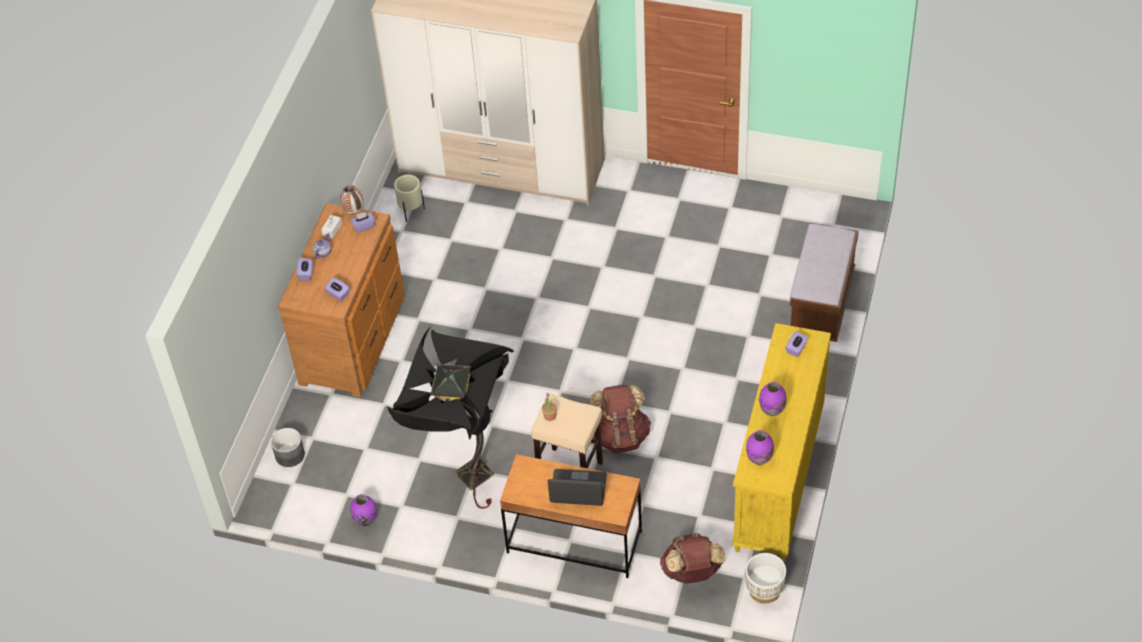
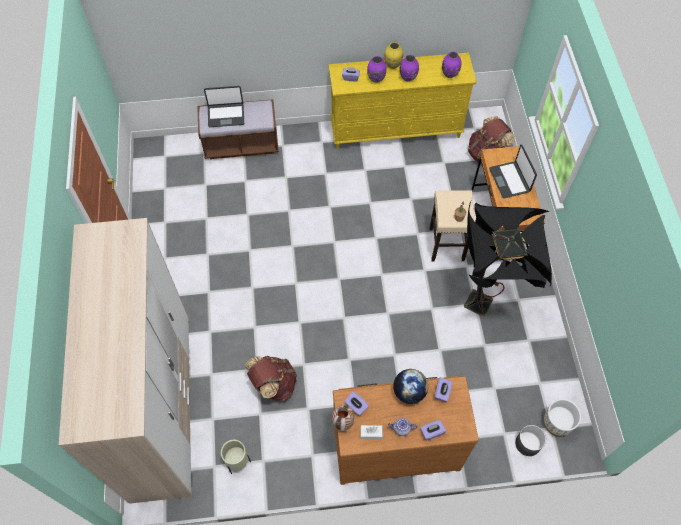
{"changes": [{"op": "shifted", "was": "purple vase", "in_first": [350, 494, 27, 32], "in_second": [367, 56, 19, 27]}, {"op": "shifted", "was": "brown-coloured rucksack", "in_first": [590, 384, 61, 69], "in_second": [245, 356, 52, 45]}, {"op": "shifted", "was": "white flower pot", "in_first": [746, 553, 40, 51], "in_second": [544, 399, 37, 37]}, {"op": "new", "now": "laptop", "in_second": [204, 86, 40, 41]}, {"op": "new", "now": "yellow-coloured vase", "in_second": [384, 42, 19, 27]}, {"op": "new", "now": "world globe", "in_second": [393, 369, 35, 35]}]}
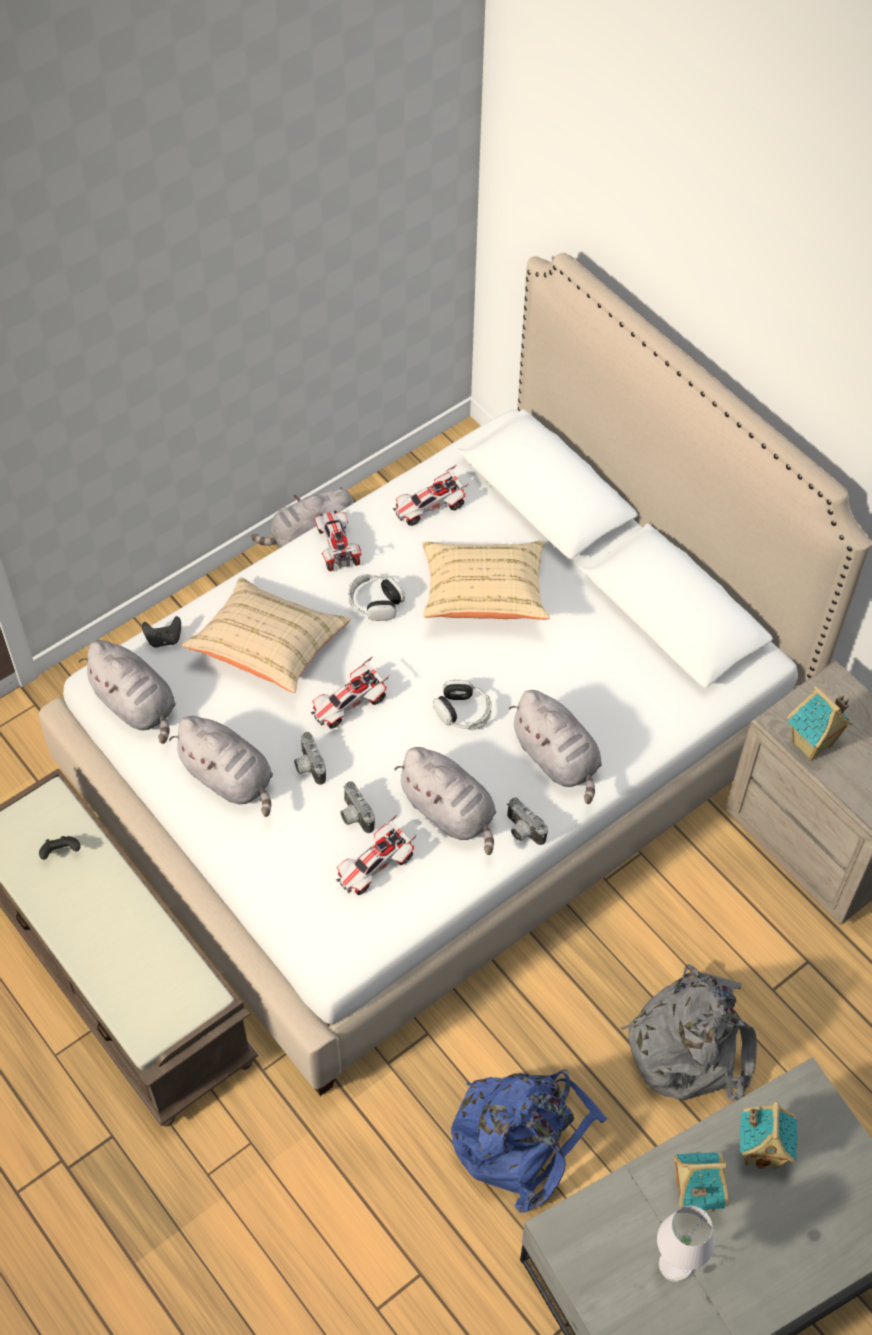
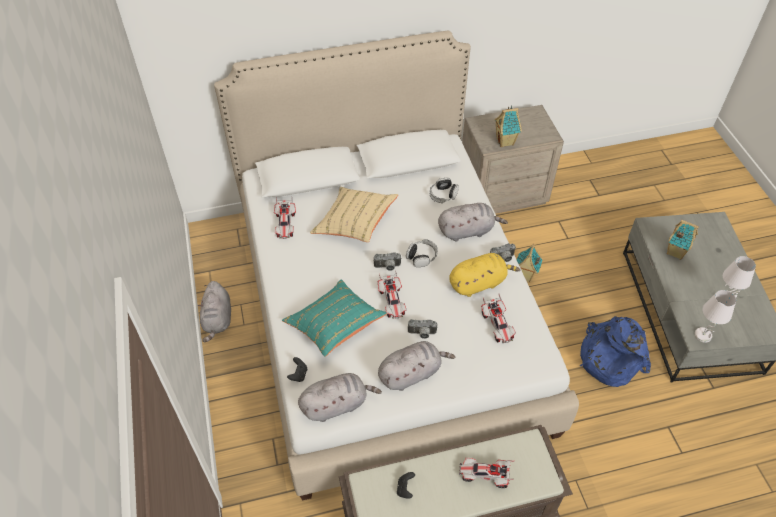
{"changes": [{"op": "repainted", "was": "beige cushion", "now": "turquoise cushion", "in_first": [182, 577, 169, 116], "in_second": [282, 280, 105, 77]}, {"op": "shifted", "was": "model car", "in_first": [314, 510, 48, 61], "in_second": [459, 458, 55, 30]}, {"op": "shifted", "was": "photo camera", "in_first": [340, 781, 35, 52], "in_second": [374, 253, 28, 18]}, {"op": "shifted", "was": "pair of headphones", "in_first": [348, 574, 57, 47], "in_second": [430, 178, 29, 25]}, {"op": "repainted", "was": "gray plush toy", "now": "yellow-coloured plush toy", "in_first": [394, 747, 102, 108], "in_second": [449, 253, 72, 44]}, {"op": "gone", "was": "gray rucksack", "in_first": [620, 965, 137, 137]}, {"op": "shifted", "was": "model house", "in_first": [673, 1152, 56, 60], "in_second": [517, 244, 25, 39]}, {"op": "new", "now": "white lamp for a table", "in_second": [695, 290, 41, 53]}]}
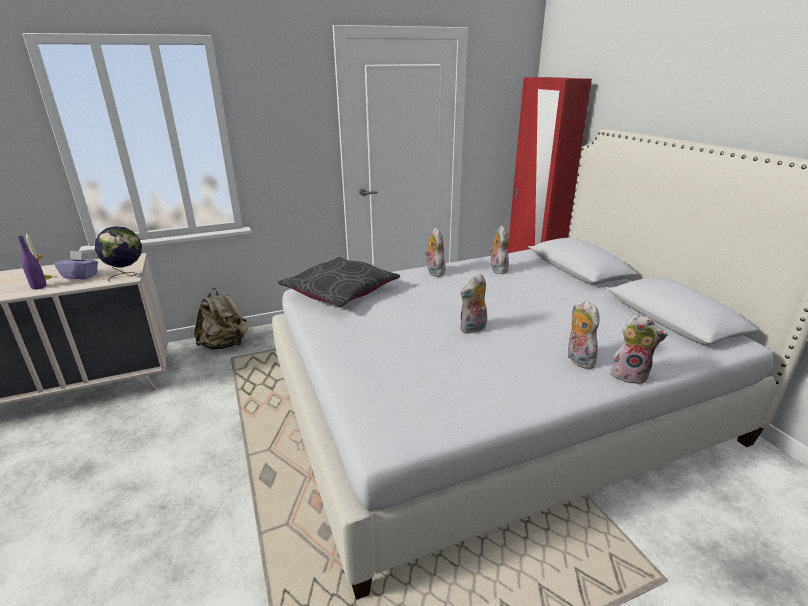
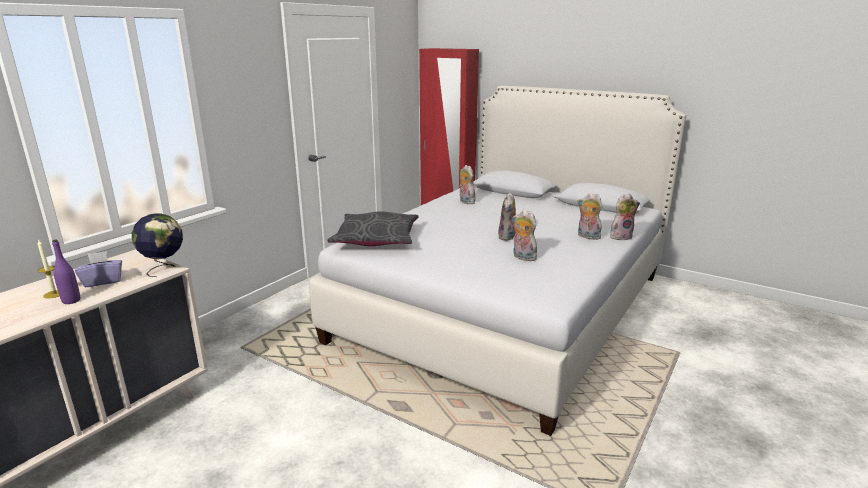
{"changes": [{"op": "gone", "was": "beige rucksack", "in_first": [194, 288, 54, 62]}, {"op": "shifted", "was": "plush toy", "in_first": [425, 228, 21, 49], "in_second": [512, 210, 25, 51]}]}
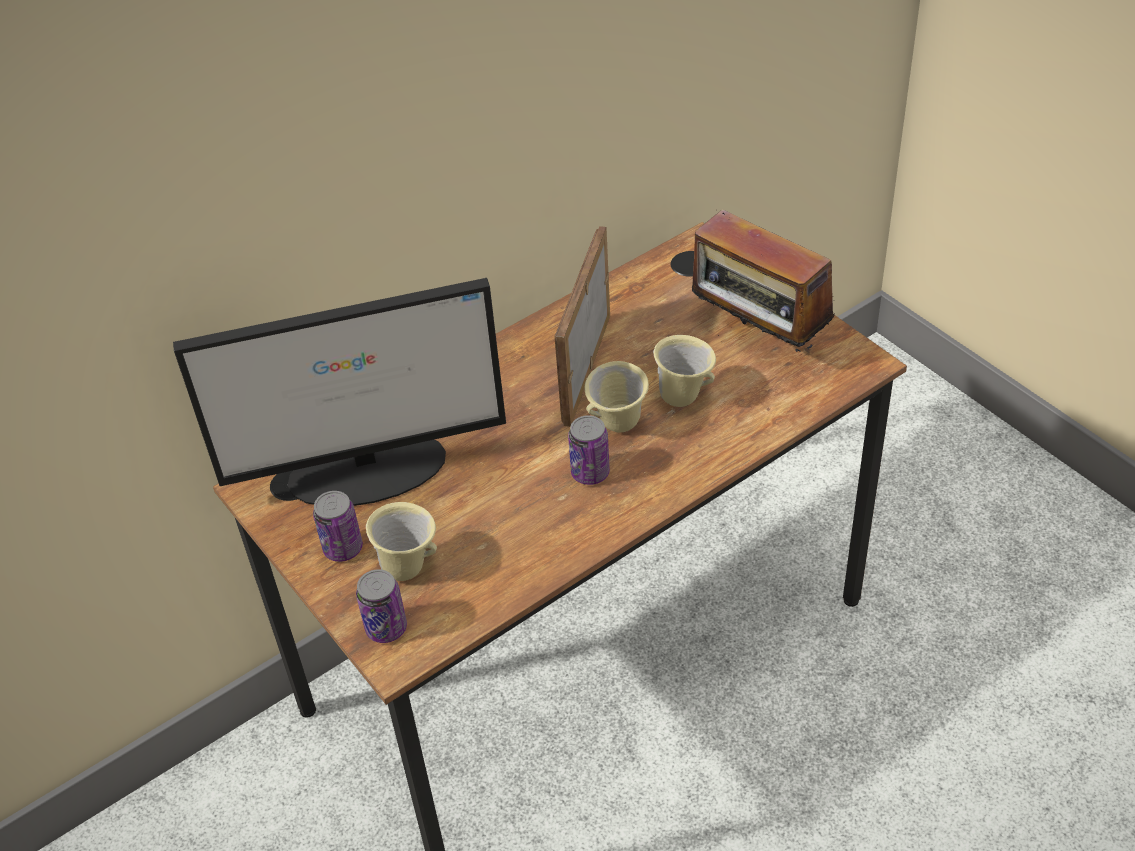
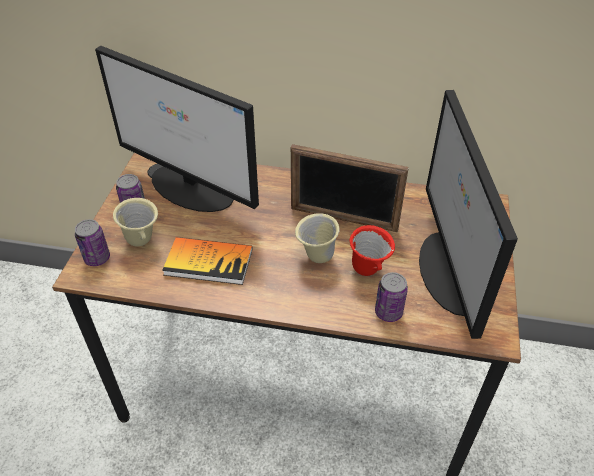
{"changes": [{"op": "rotated", "was": "picture frame", "in_first": [554, 226, 56, 201], "in_second": [291, 144, 118, 88], "clockwise": -135}, {"op": "shifted", "was": "can", "in_first": [568, 415, 42, 70], "in_second": [375, 272, 33, 50]}, {"op": "repainted", "was": "beige mug", "now": "reddish mug", "in_first": [653, 335, 63, 72], "in_second": [350, 225, 45, 51]}, {"op": "swapped", "was": "radio receiver", "now": "computer screen", "in_first": [692, 210, 143, 145], "in_second": [419, 90, 99, 249]}, {"op": "new", "now": "bound book", "in_second": [162, 237, 90, 48]}]}
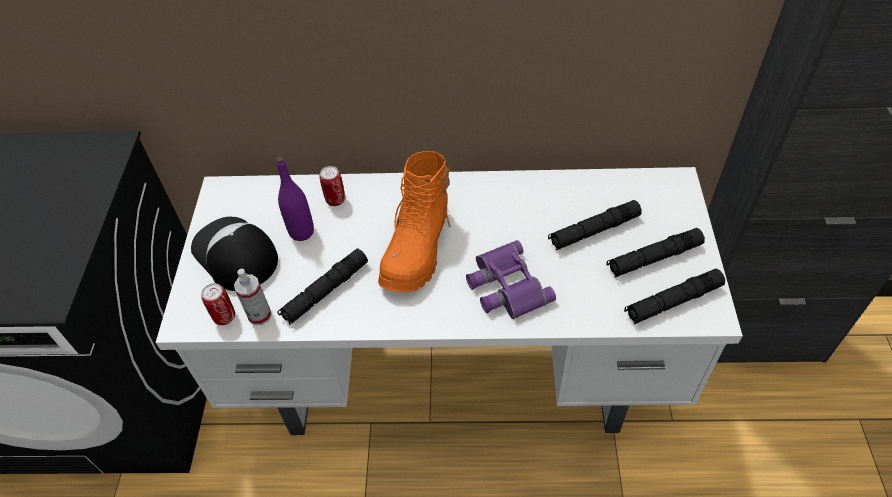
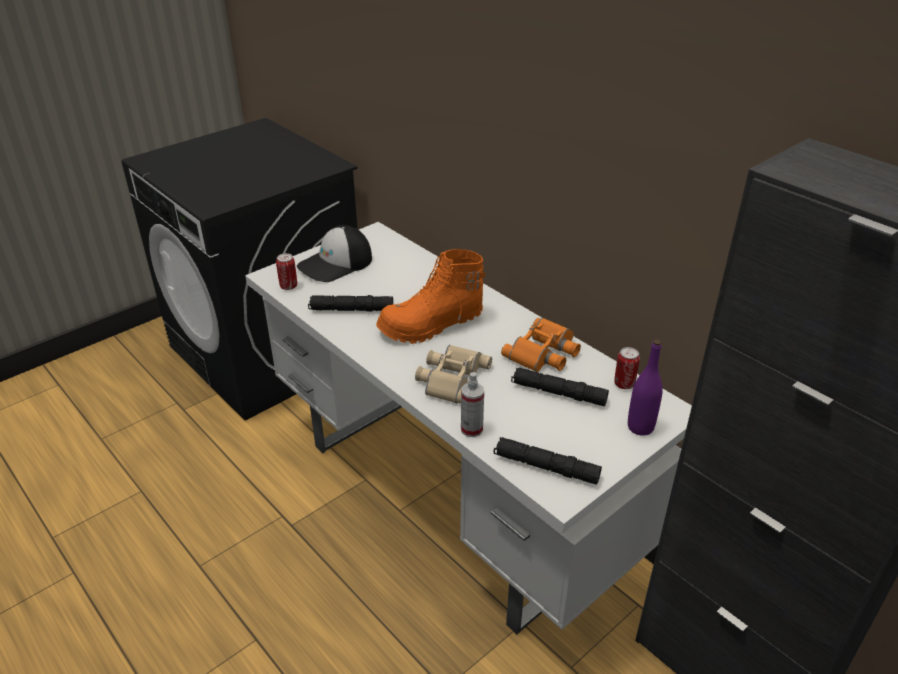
{"changes": [{"op": "rotated", "was": "baseball cap", "in_first": [191, 217, 87, 74], "in_second": [297, 225, 75, 57], "clockwise": -135}, {"op": "shifted", "was": "spray bottle", "in_first": [234, 268, 38, 57], "in_second": [461, 372, 23, 65]}, {"op": "shifted", "was": "purple bottle", "in_first": [276, 156, 38, 85], "in_second": [628, 339, 35, 97]}, {"op": "shifted", "was": "can", "in_first": [319, 166, 26, 40], "in_second": [614, 347, 26, 42]}, {"op": "repainted", "was": "purple field glasses", "now": "beige field glasses", "in_first": [466, 240, 90, 79], "in_second": [415, 345, 77, 59]}, {"op": "gone", "was": "black-coloured torch", "in_first": [607, 228, 98, 49]}, {"op": "new", "now": "orange field glasses", "in_second": [501, 318, 80, 54]}]}
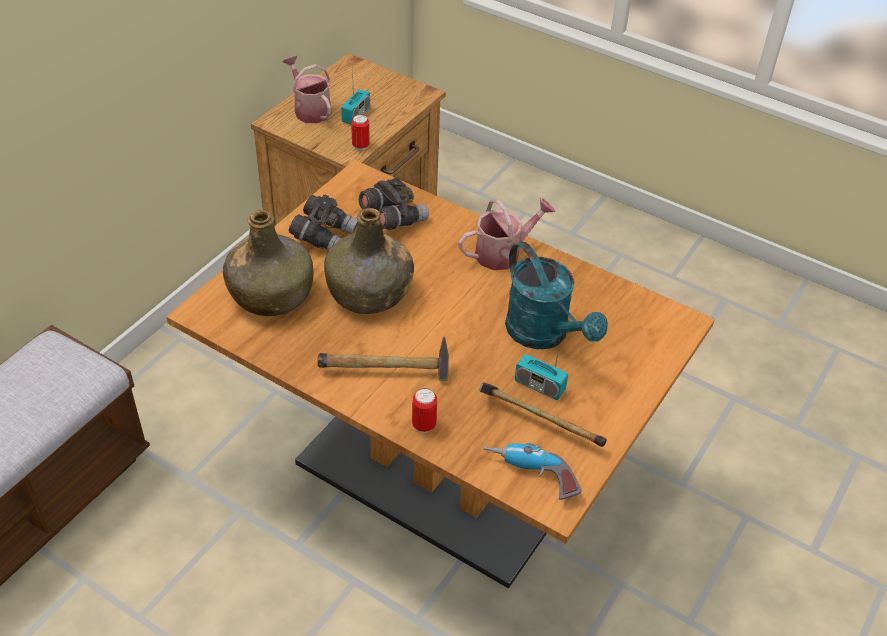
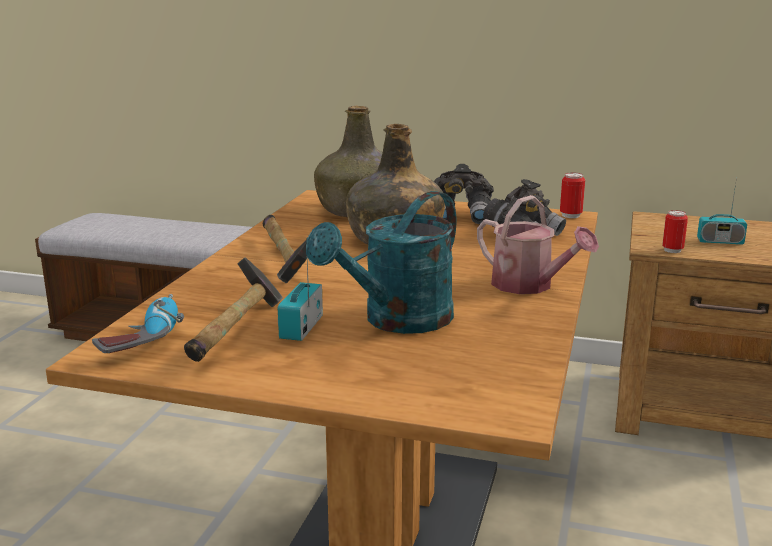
{"changes": [{"op": "gone", "was": "watering can", "in_first": [283, 55, 49, 68]}, {"op": "shifted", "was": "can", "in_first": [412, 388, 25, 45], "in_second": [560, 172, 25, 46]}]}
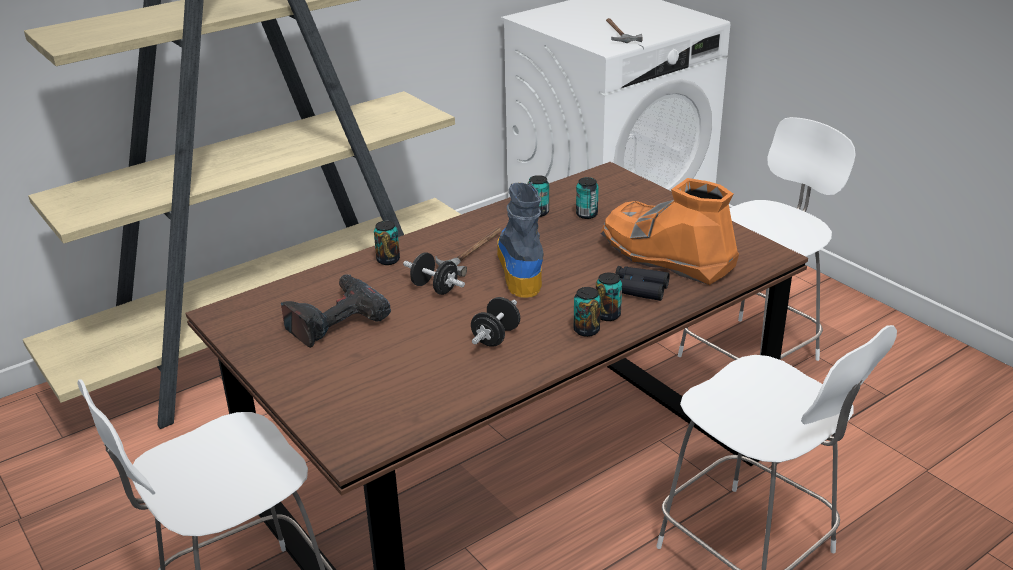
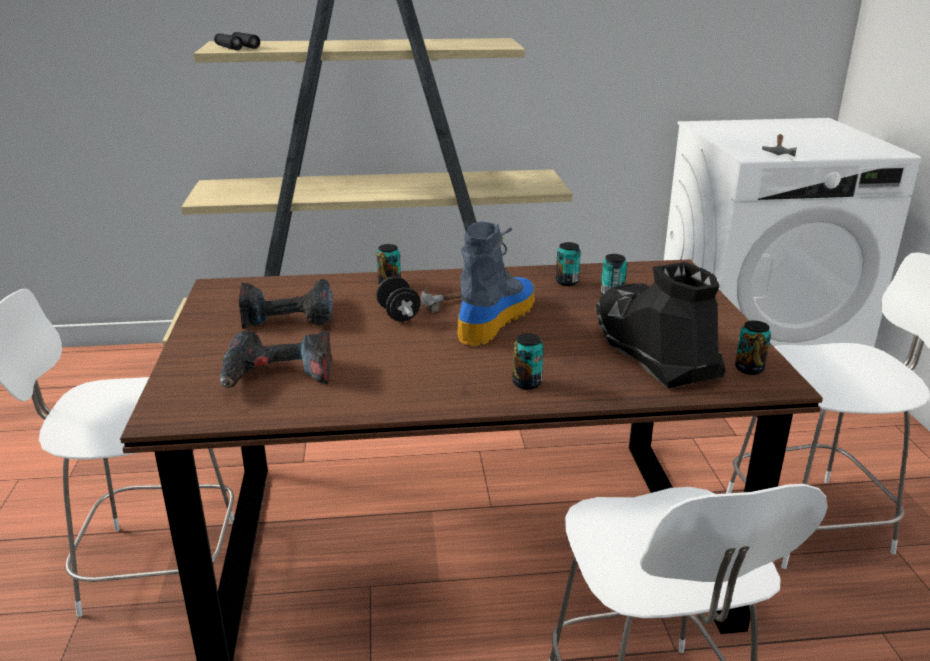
{"changes": [{"op": "gone", "was": "black-coloured hand weight", "in_first": [471, 297, 49, 50]}, {"op": "shifted", "was": "can", "in_first": [574, 287, 27, 50], "in_second": [735, 320, 36, 55]}, {"op": "repainted", "was": "orange high-top boot", "now": "black-coloured high-top boot", "in_first": [600, 178, 139, 107], "in_second": [595, 262, 131, 127]}, {"op": "shifted", "was": "black-coloured field glasses", "in_first": [615, 266, 55, 35], "in_second": [214, 32, 46, 18]}, {"op": "new", "now": "power drill", "in_second": [219, 330, 113, 58]}]}
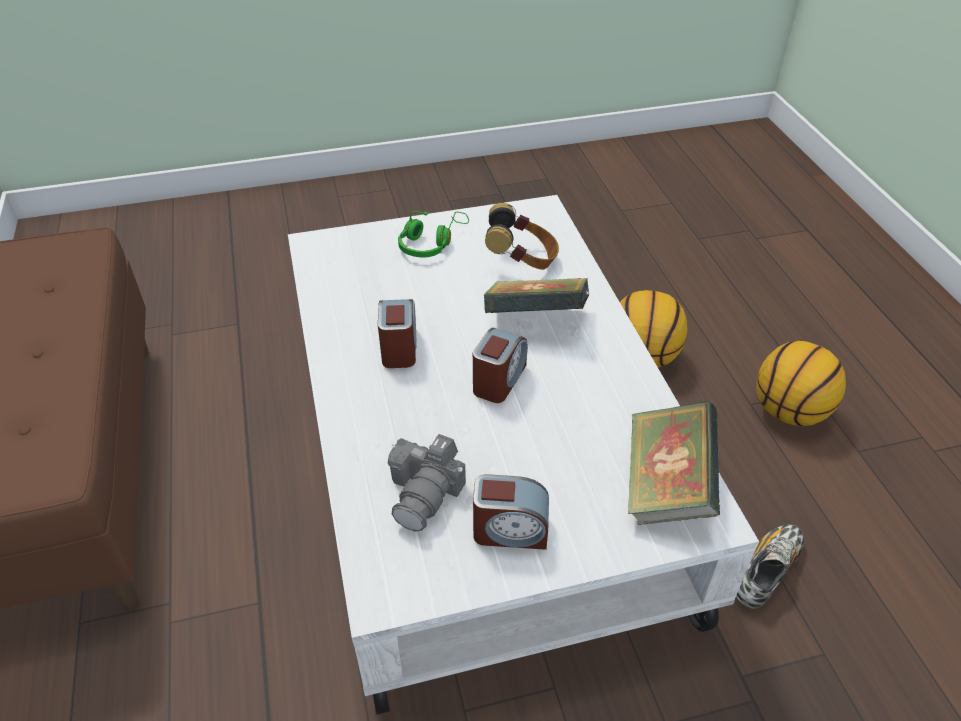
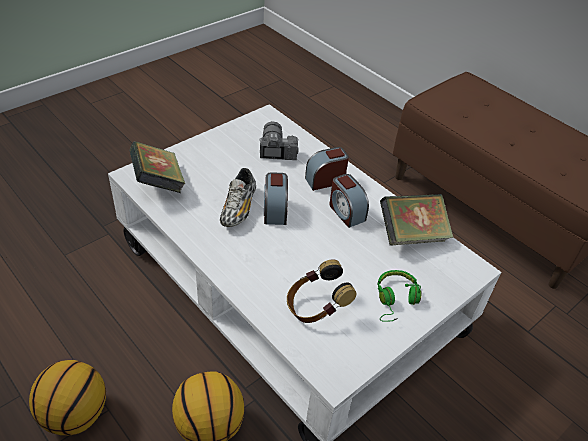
{"changes": [{"op": "shifted", "was": "alarm clock", "in_first": [473, 474, 76, 76], "in_second": [305, 147, 44, 44]}, {"op": "shifted", "was": "bound book", "in_first": [484, 278, 105, 35], "in_second": [380, 194, 74, 52]}, {"op": "shifted", "was": "item of footwear", "in_first": [736, 524, 68, 85], "in_second": [220, 168, 36, 59]}]}
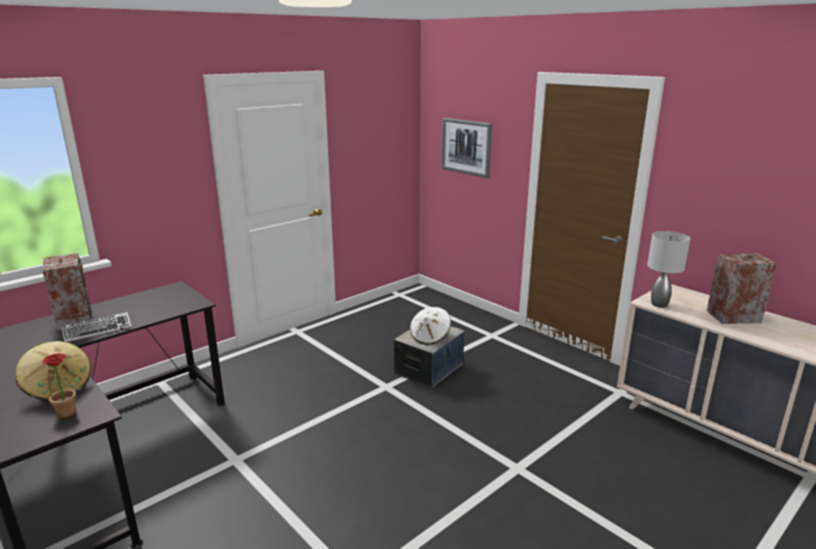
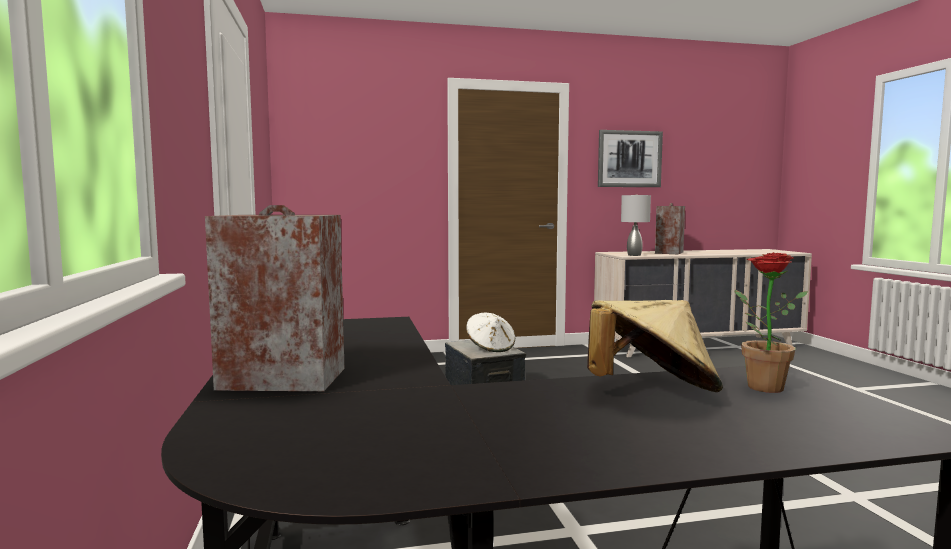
{"changes": [{"op": "gone", "was": "PC keyboard", "in_first": [61, 312, 71, 30]}, {"op": "shifted", "was": "wall picture", "in_first": [442, 118, 50, 60], "in_second": [598, 130, 65, 57]}]}
